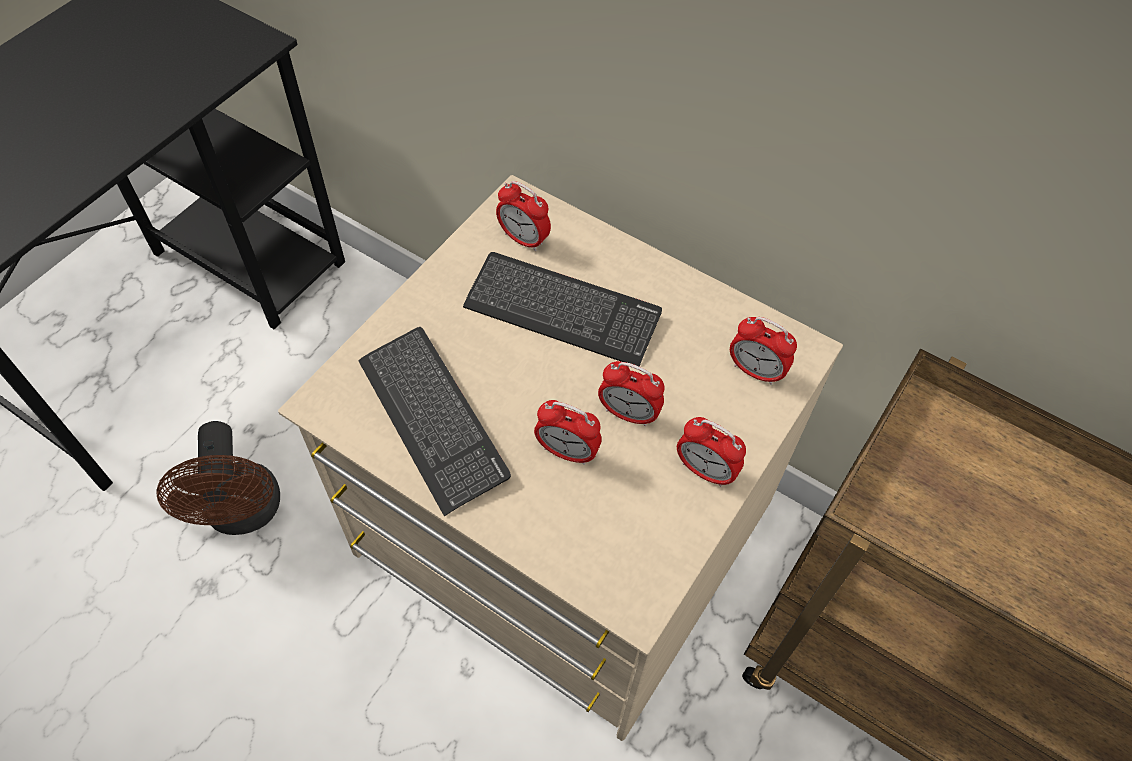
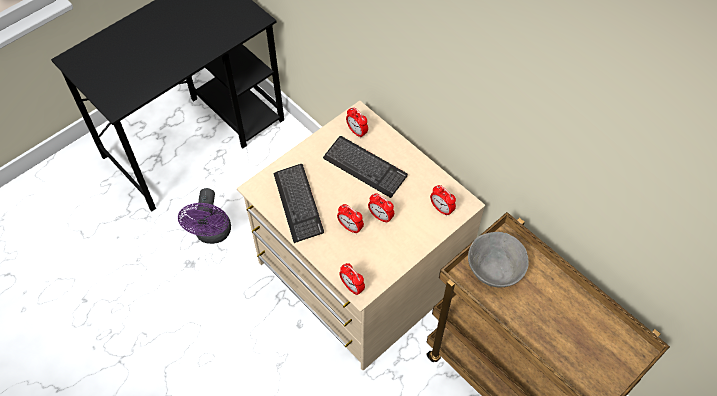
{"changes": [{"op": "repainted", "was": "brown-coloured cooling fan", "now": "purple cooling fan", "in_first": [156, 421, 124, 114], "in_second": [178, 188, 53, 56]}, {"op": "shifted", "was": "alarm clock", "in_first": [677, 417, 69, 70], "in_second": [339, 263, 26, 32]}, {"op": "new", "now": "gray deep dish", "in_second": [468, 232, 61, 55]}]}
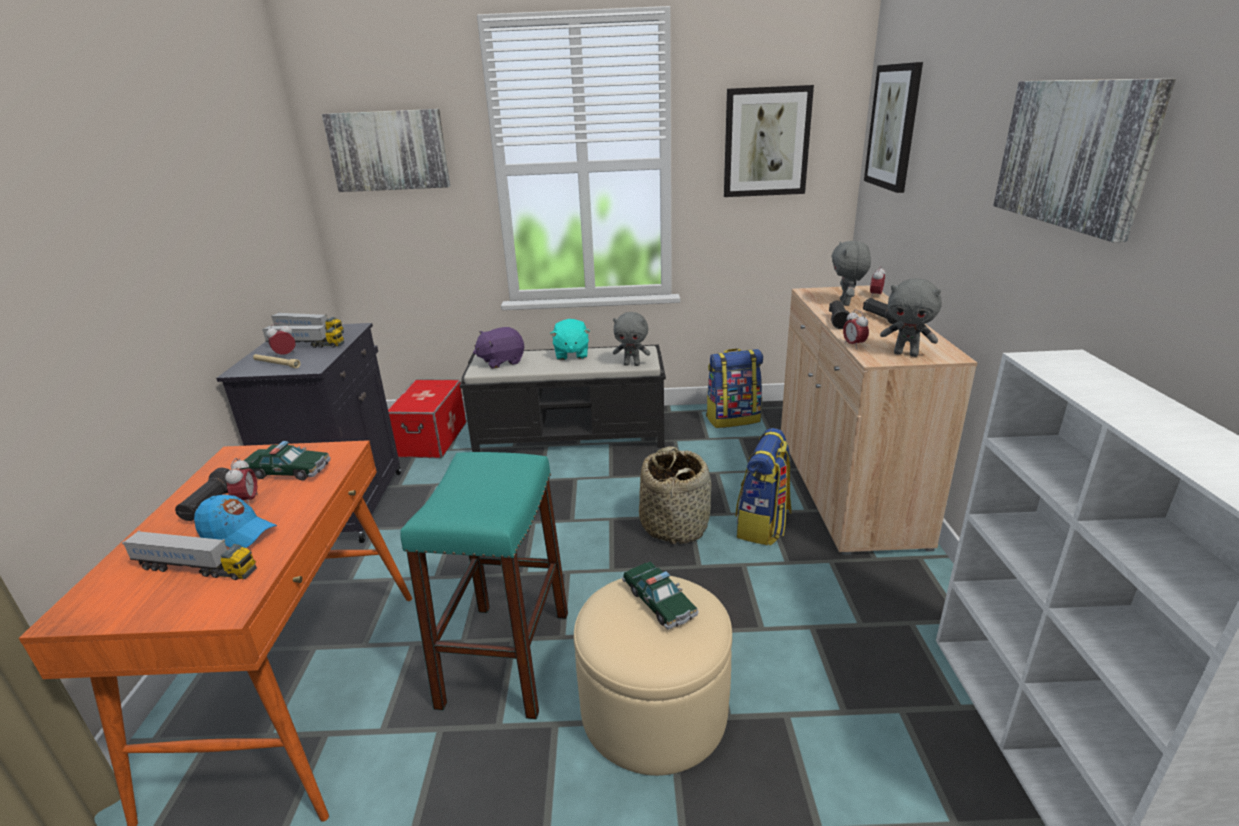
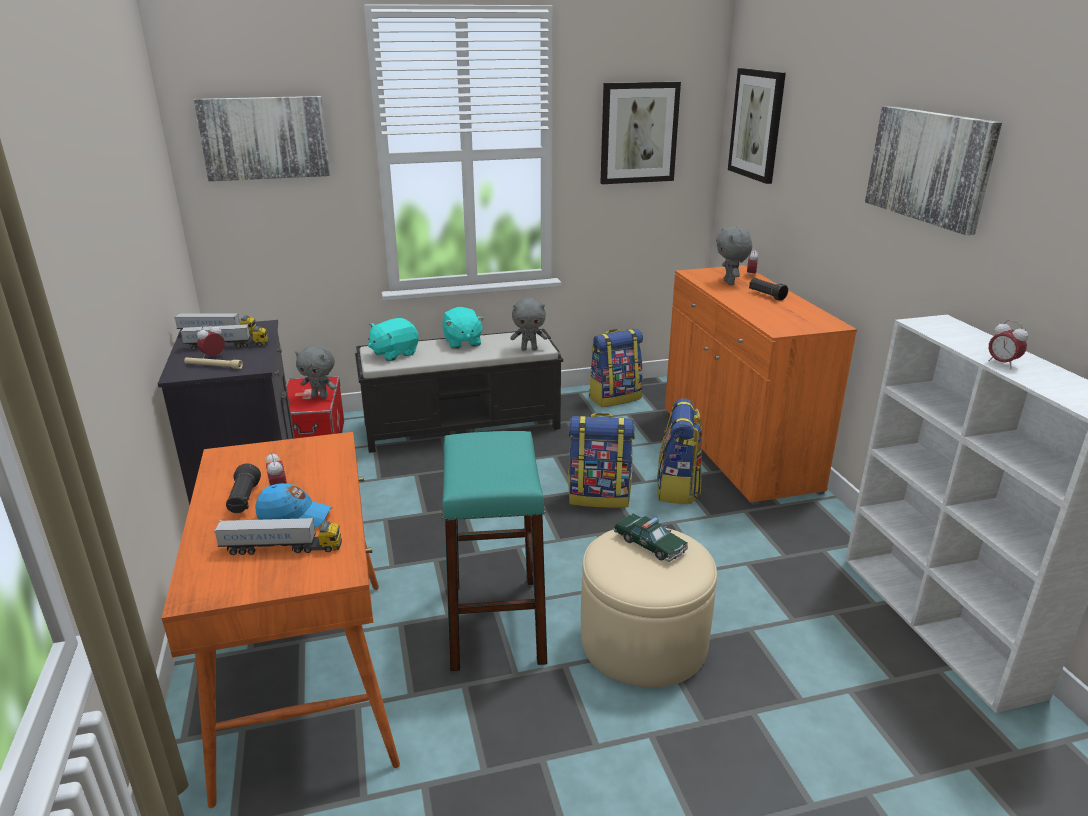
{"changes": [{"op": "gone", "was": "model car", "in_first": [239, 441, 91, 40]}, {"op": "repainted", "was": "purple plush toy", "now": "turquoise plush toy", "in_first": [473, 327, 51, 42], "in_second": [368, 318, 51, 43]}, {"op": "swapped", "was": "storage basket", "now": "rucksack", "in_first": [639, 446, 73, 98], "in_second": [568, 413, 67, 95]}, {"op": "repainted", "was": "beige cabinet", "now": "orange cabinet", "in_first": [781, 285, 196, 270], "in_second": [665, 265, 192, 240]}, {"op": "gone", "was": "black-coloured torch", "in_first": [829, 301, 23, 28]}, {"op": "shifted", "was": "alarm clock", "in_first": [843, 309, 26, 40], "in_second": [989, 320, 39, 48]}, {"op": "shifted", "was": "gray plush toy", "in_first": [880, 278, 62, 79], "in_second": [295, 345, 41, 54]}]}
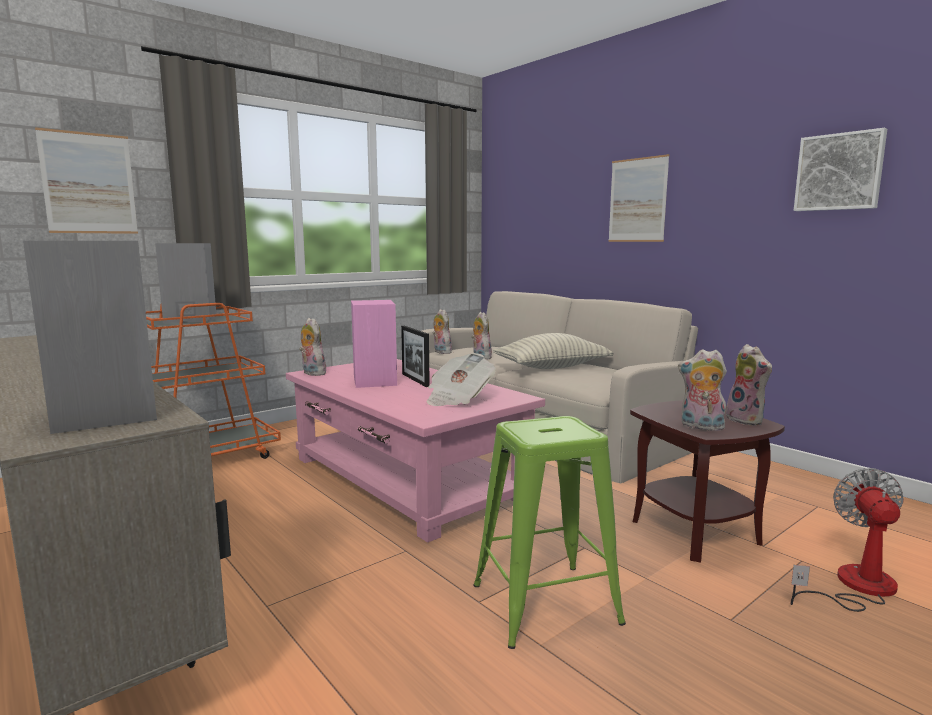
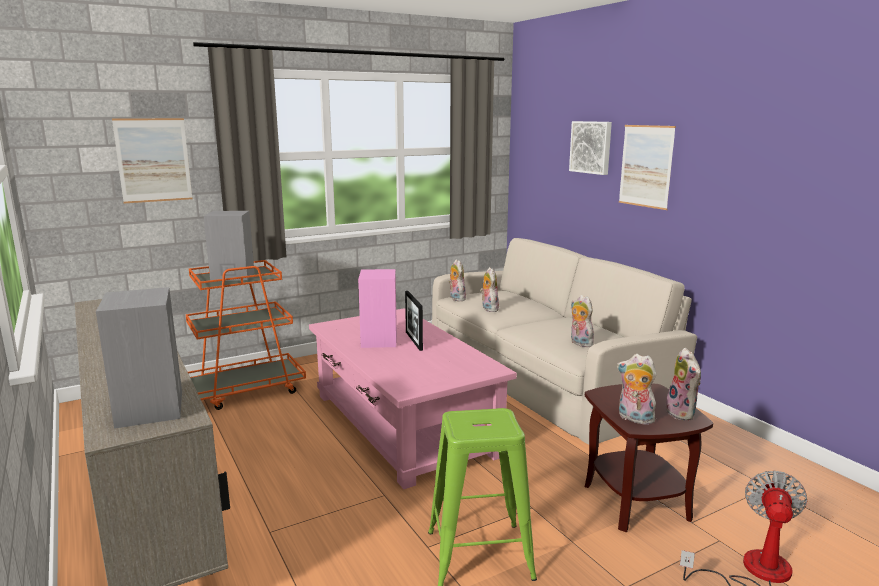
{"changes": [{"op": "shifted", "was": "plush toy", "in_first": [299, 318, 27, 58], "in_second": [571, 295, 23, 52]}, {"op": "gone", "was": "printed paper", "in_first": [426, 353, 70, 53]}, {"op": "gone", "was": "cushion", "in_first": [493, 333, 120, 36]}, {"op": "shifted", "was": "wall picture", "in_first": [794, 128, 93, 83], "in_second": [569, 121, 43, 54]}]}
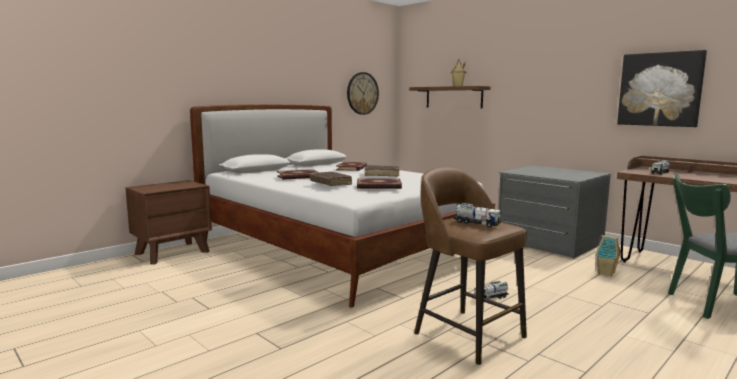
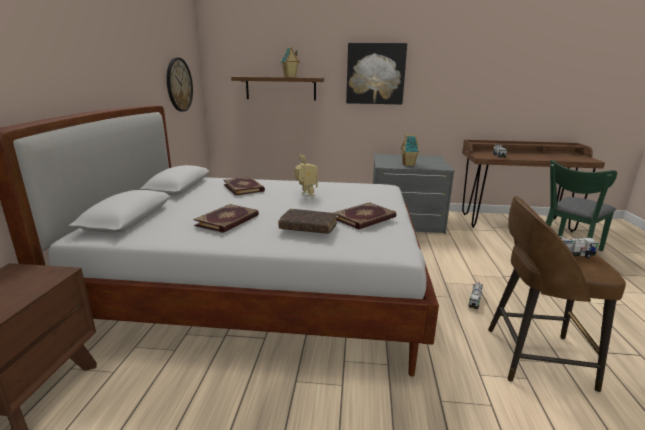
{"changes": [{"op": "swapped", "was": "brown-coloured bound book", "now": "model robot", "in_first": [364, 165, 36, 12], "in_second": [295, 154, 23, 42]}, {"op": "shifted", "was": "model house", "in_first": [595, 235, 26, 41], "in_second": [401, 135, 19, 31]}, {"op": "shifted", "was": "wall picture", "in_first": [617, 50, 90, 77], "in_second": [346, 43, 61, 61]}]}
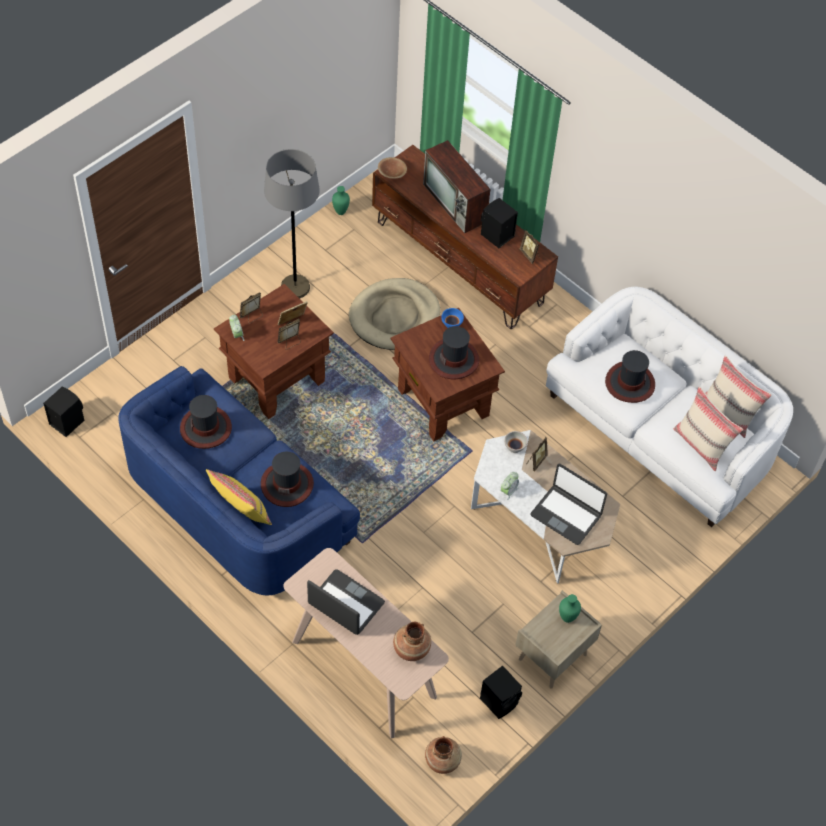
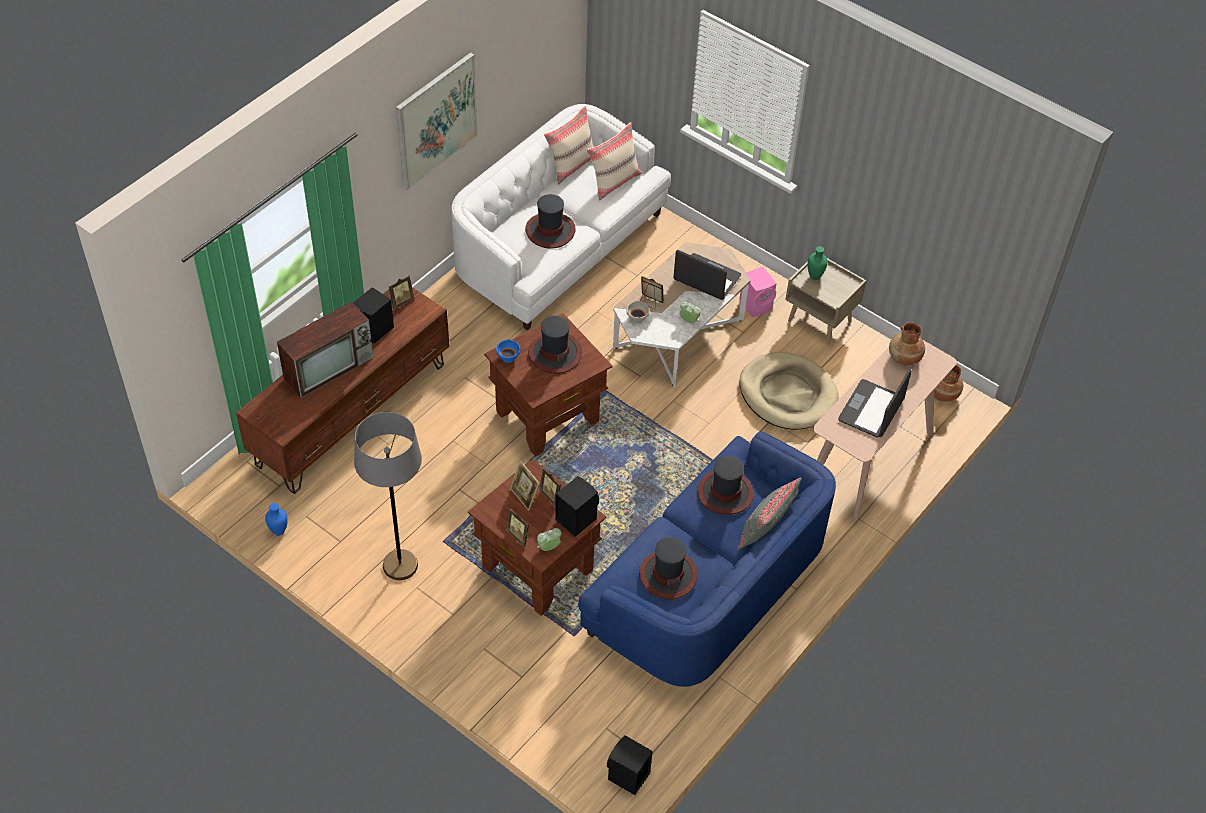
{"changes": [{"op": "repainted", "was": "yellow-coloured cushion", "now": "gray cushion", "in_first": [206, 469, 66, 56], "in_second": [737, 477, 65, 73]}, {"op": "repainted", "was": "greenish vase", "now": "blue vase", "in_first": [332, 186, 18, 29], "in_second": [265, 503, 23, 33]}, {"op": "shifted", "was": "beige pet bed", "in_first": [349, 278, 91, 72], "in_second": [739, 352, 100, 78]}, {"op": "gone", "was": "brown-coloured deep dish", "in_first": [378, 157, 29, 22]}, {"op": "shifted", "was": "black-coloured audio speaker", "in_first": [480, 665, 42, 54], "in_second": [555, 476, 44, 61]}, {"op": "rotated", "was": "laptop", "in_first": [530, 464, 77, 81], "in_second": [673, 250, 68, 50], "clockwise": -90}, {"op": "new", "now": "wall picture", "in_second": [396, 52, 82, 138]}, {"op": "new", "now": "pink audio speaker", "in_second": [739, 267, 38, 50]}]}
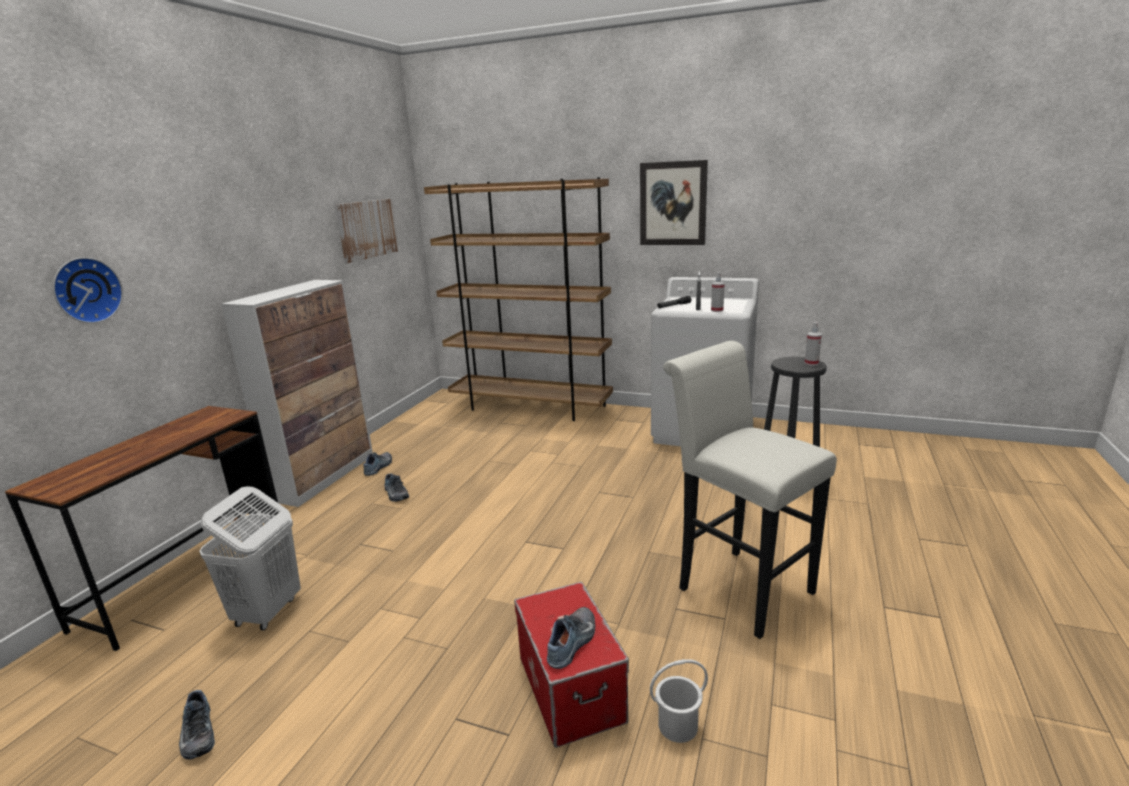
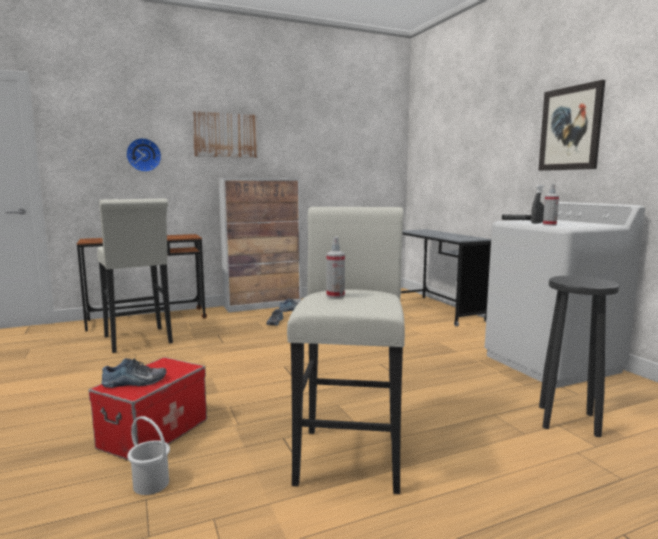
{"changes": [{"op": "gone", "was": "item of footwear", "in_first": [179, 690, 36, 70]}, {"op": "swapped", "was": "white washing basket", "now": "white stool", "in_first": [199, 486, 102, 145], "in_second": [97, 199, 76, 154]}, {"op": "shifted", "was": "wall picture", "in_first": [335, 199, 64, 64], "in_second": [192, 111, 66, 47]}, {"op": "swapped", "was": "brown-coloured bookcase", "now": "gray desk table", "in_first": [424, 177, 189, 244], "in_second": [401, 229, 90, 97]}, {"op": "shifted", "was": "spray bottle", "in_first": [805, 322, 17, 44], "in_second": [326, 237, 19, 61]}]}
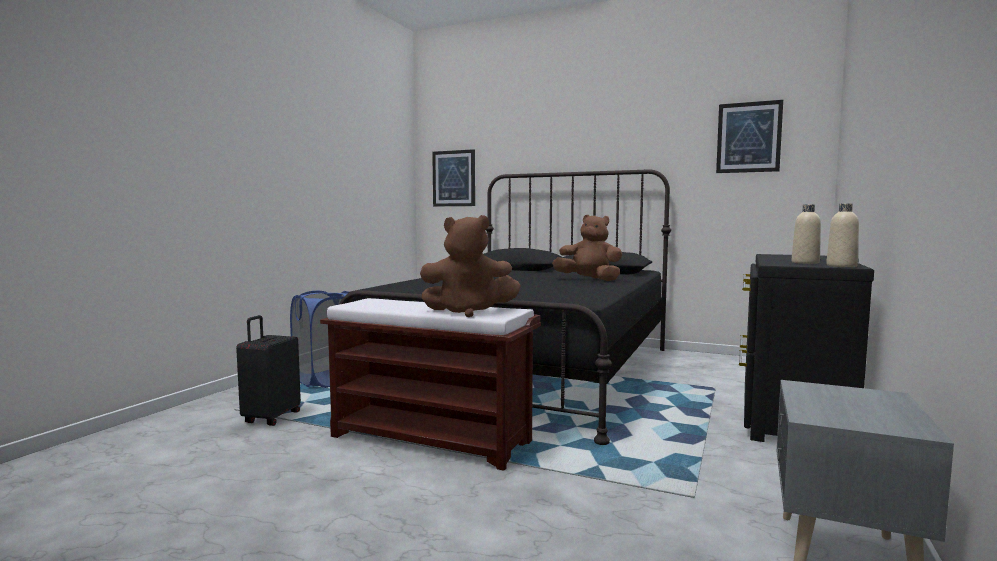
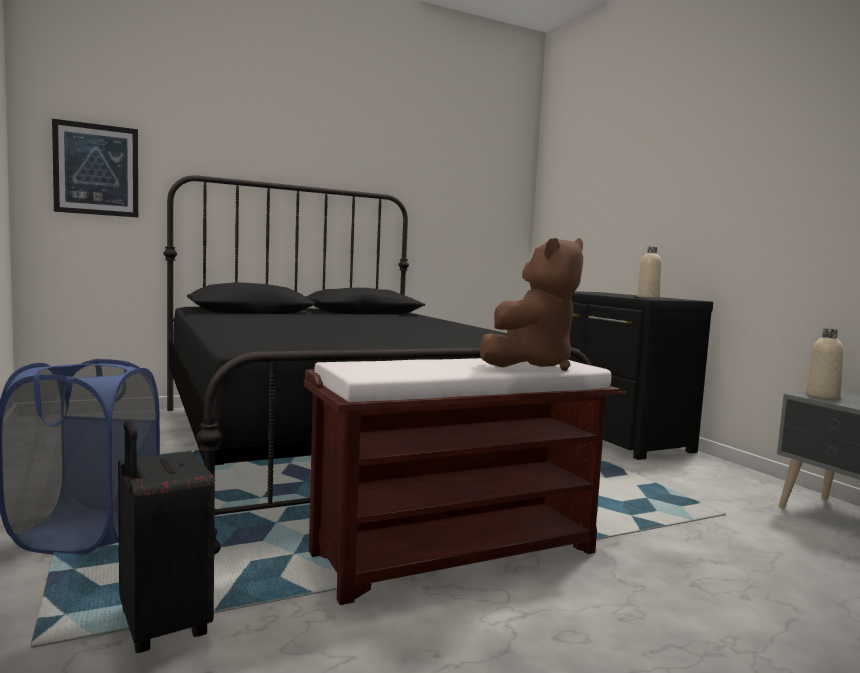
{"changes": [{"op": "gone", "was": "brown-coloured plush toy", "in_first": [552, 215, 70, 66]}, {"op": "gone", "was": "wall picture", "in_first": [716, 100, 67, 73]}, {"op": "shifted", "was": "beige bottle", "in_first": [826, 203, 33, 64], "in_second": [806, 328, 38, 71]}]}
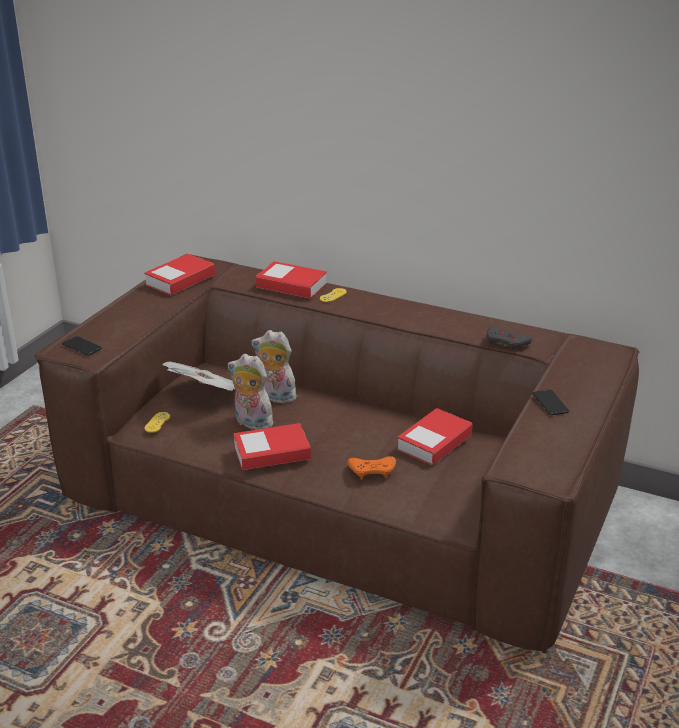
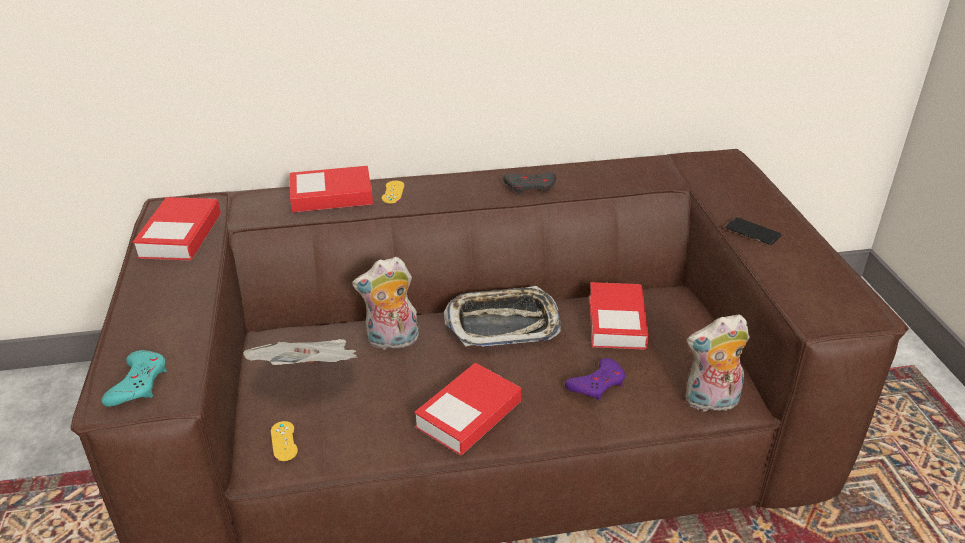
{"changes": [{"op": "swapped", "was": "telephone", "now": "turquoise joypad", "in_first": [62, 336, 40, 20], "in_second": [101, 350, 66, 57]}, {"op": "shifted", "was": "plush toy", "in_first": [228, 354, 45, 76], "in_second": [685, 314, 65, 97]}, {"op": "repainted", "was": "orange joypad", "now": "purple joypad", "in_first": [348, 456, 48, 23], "in_second": [565, 358, 60, 43]}, {"op": "shifted", "was": "gray joypad", "in_first": [486, 327, 46, 24], "in_second": [503, 172, 53, 23]}, {"op": "new", "now": "serving tray", "in_second": [444, 286, 117, 61]}]}
